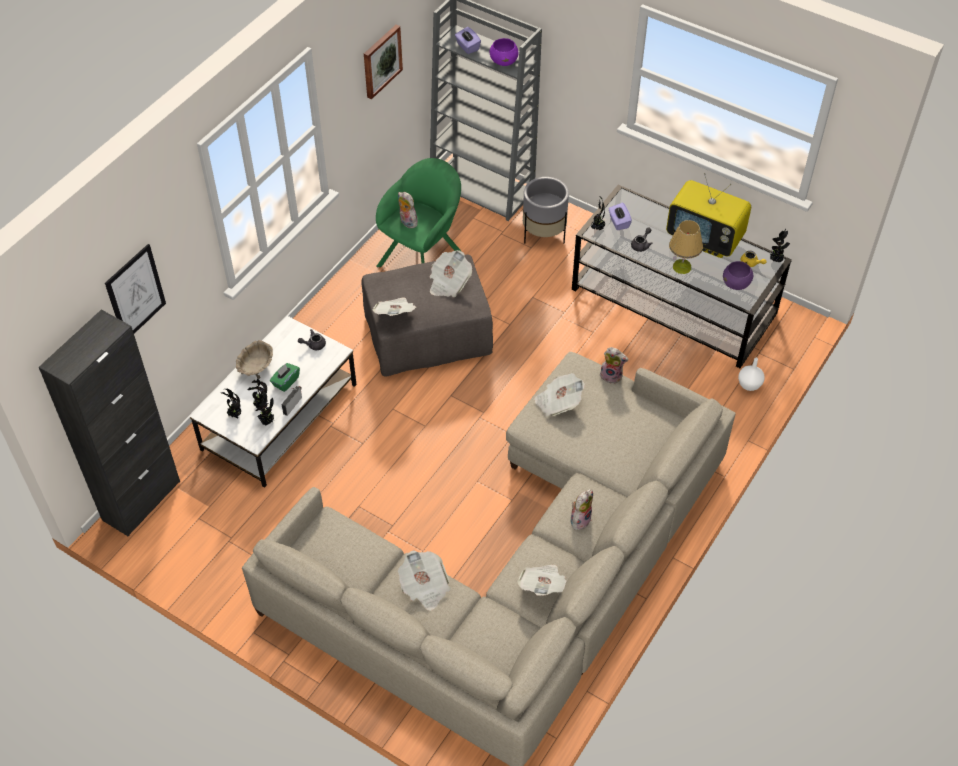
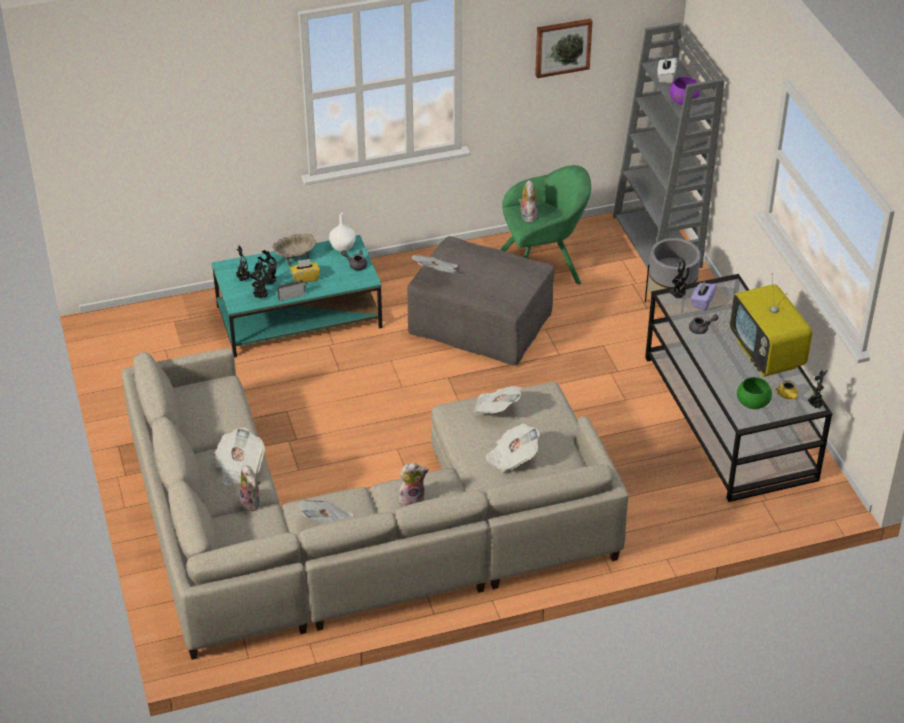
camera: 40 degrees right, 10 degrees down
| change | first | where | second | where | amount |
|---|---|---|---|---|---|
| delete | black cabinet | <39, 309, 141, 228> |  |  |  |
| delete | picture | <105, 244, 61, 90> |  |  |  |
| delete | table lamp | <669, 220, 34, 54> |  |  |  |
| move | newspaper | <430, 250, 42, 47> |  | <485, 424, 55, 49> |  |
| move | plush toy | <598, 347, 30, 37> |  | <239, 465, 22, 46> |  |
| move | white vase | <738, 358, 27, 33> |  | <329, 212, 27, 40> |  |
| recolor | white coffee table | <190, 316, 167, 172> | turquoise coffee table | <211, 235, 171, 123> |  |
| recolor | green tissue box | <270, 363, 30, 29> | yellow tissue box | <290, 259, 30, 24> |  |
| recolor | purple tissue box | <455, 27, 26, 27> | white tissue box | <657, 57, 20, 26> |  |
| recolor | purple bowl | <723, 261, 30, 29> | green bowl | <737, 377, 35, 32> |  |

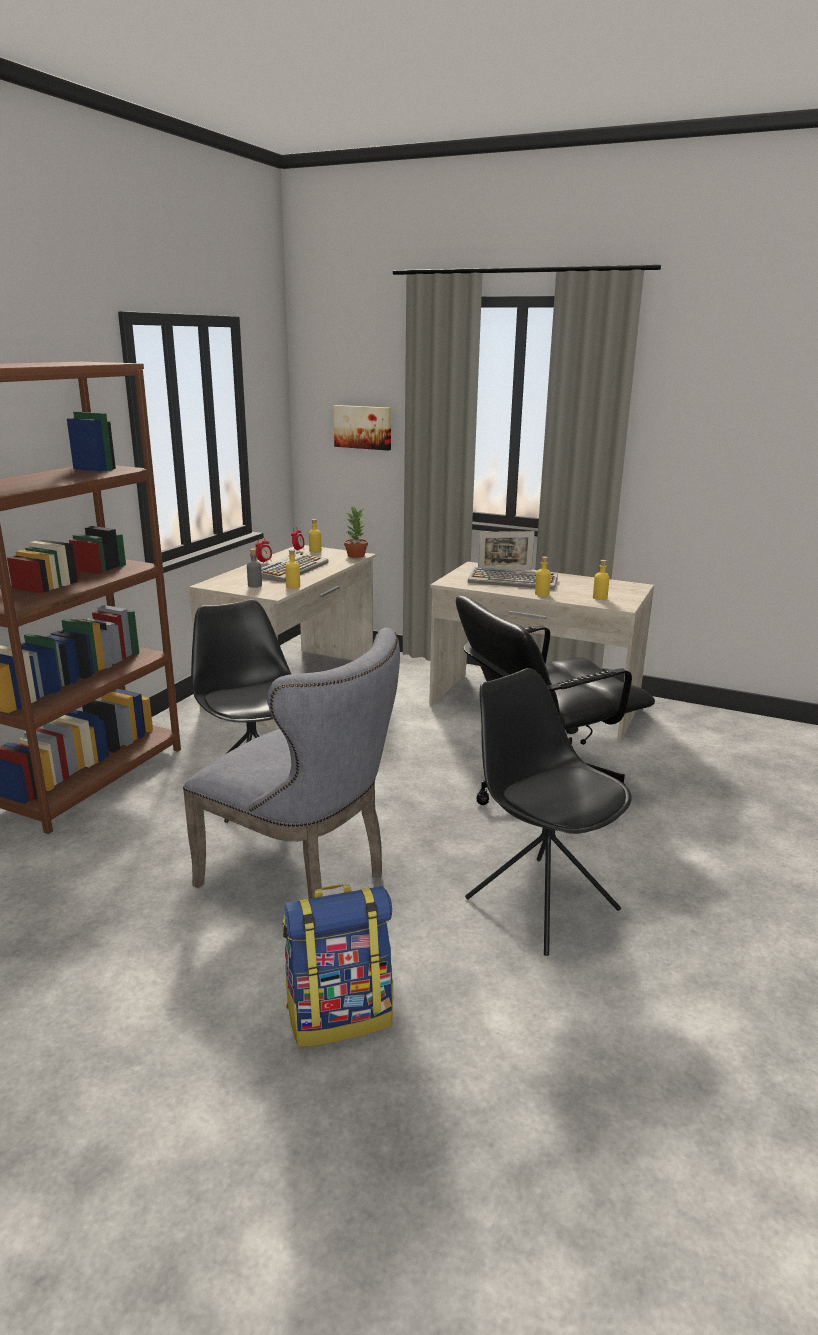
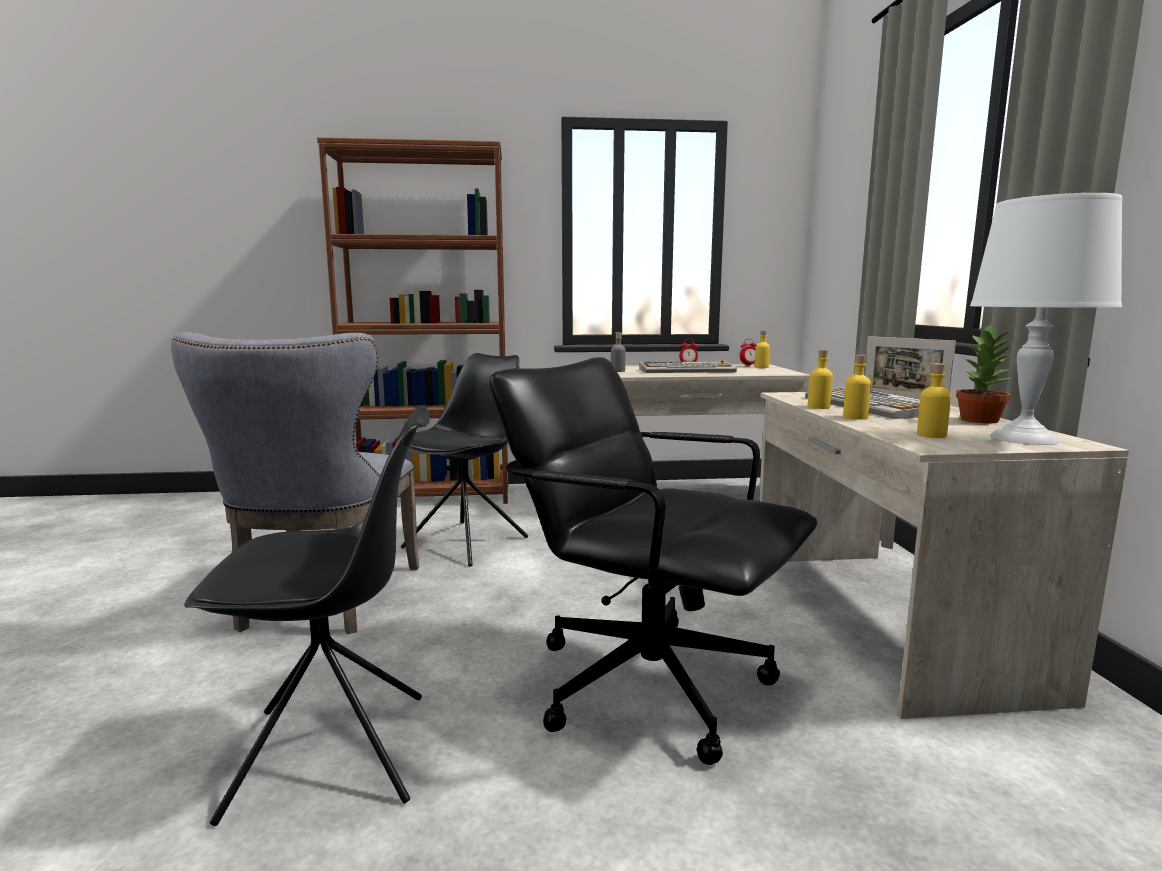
camera: 60 degrees right, 10 degrees down
| change | first | where | second | where | amount |
|---|---|---|---|---|---|
| delete | backpack | <282, 884, 111, 163> |  |  |  |
| delete | picture | <333, 405, 58, 46> |  |  |  |
| insert |  |  | white table lamp | <970, 193, 153, 252> |  |
| move | yellow bottle | <285, 549, 15, 40> |  | <808, 350, 25, 59> |  |
| move | potted plant | <344, 506, 24, 52> |  | <956, 324, 55, 99> |  |
| rotate | black chair | <465, 668, 167, 288> |  | <184, 406, 246, 420> | 60 degrees clockwise |

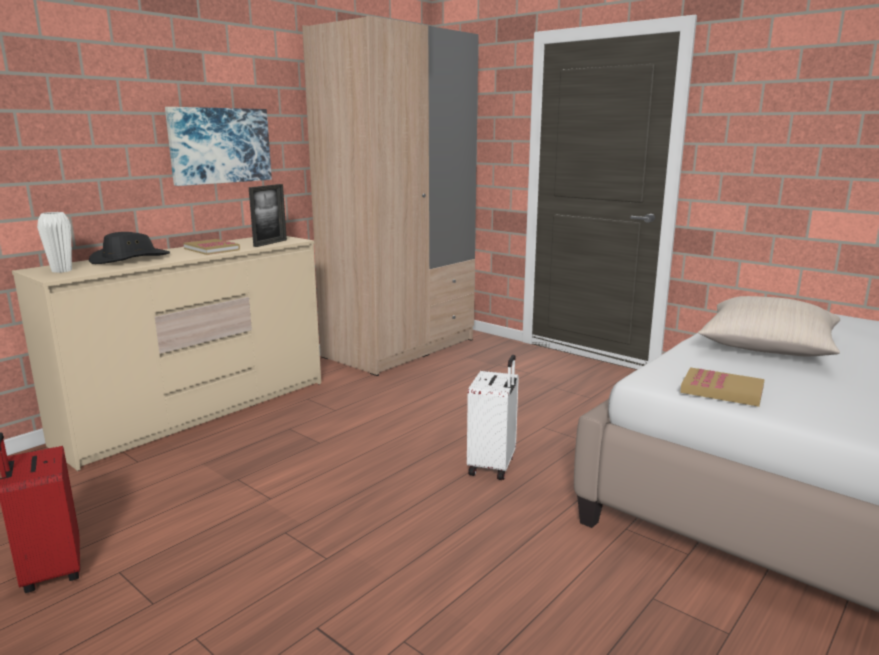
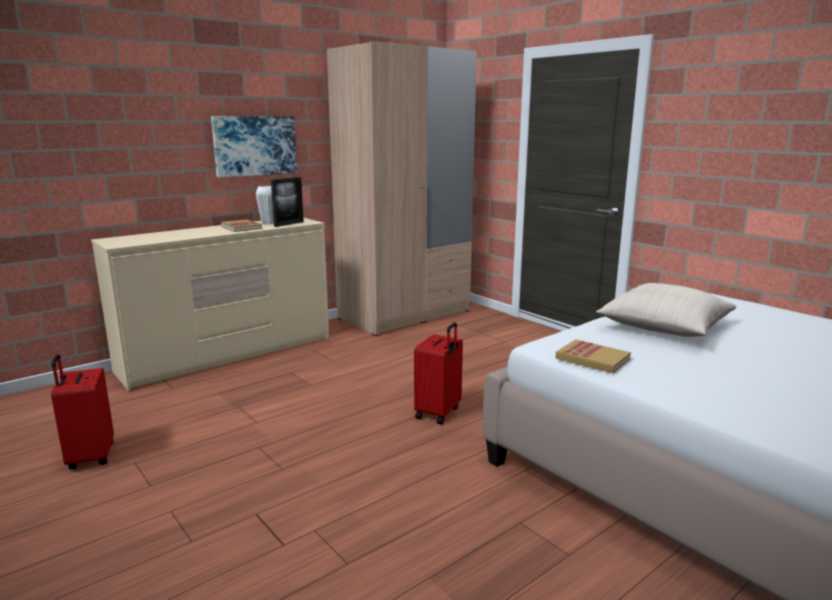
camera: 10 degrees right, 0 degrees up
| change | first | where | second | where | amount |
|---|---|---|---|---|---|
| delete | black hat | <89, 232, 81, 32> |  |  |  |
| move | white vase | <37, 212, 35, 61> |  | <256, 186, 18, 39> |  |
| recolor | white suitcase | <467, 355, 52, 125> | red suitcase | <414, 322, 49, 102> |  |

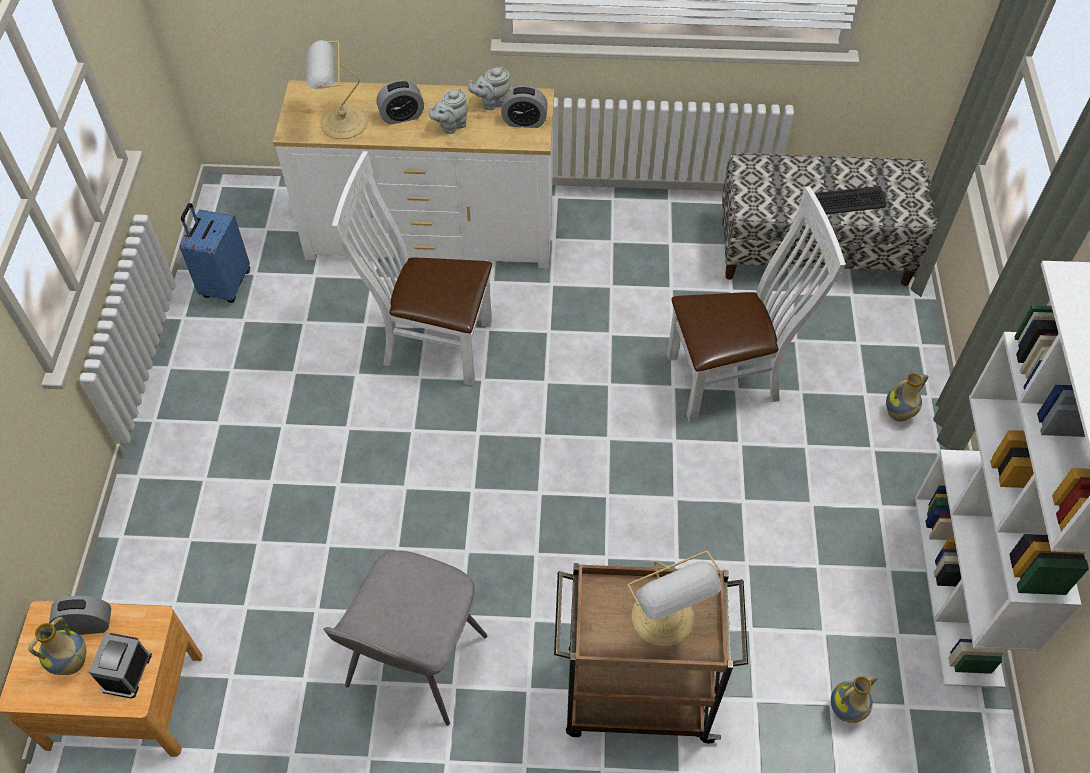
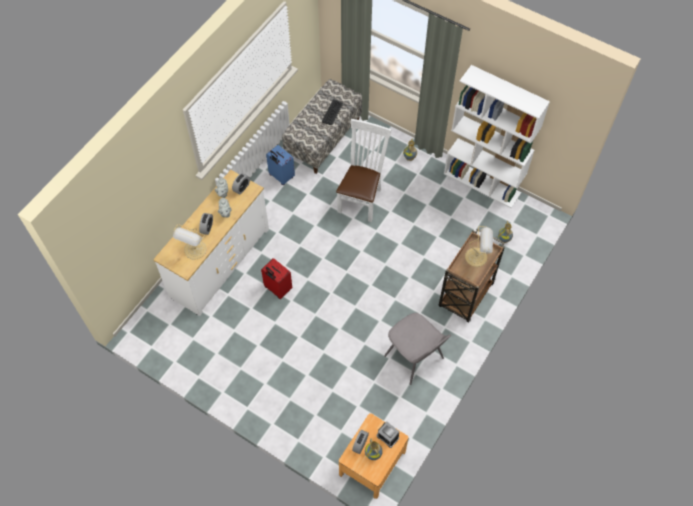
camera: 60 degrees left, 5 degrees up
| change | first | where | second | where | amount |
|---|---|---|---|---|---|
| move | blue suitcase | <180, 203, 70, 100> |  | <266, 145, 29, 40> |  |
| replace | white chair | <332, 151, 160, 235> | red suitcase | <261, 258, 31, 41> |  |

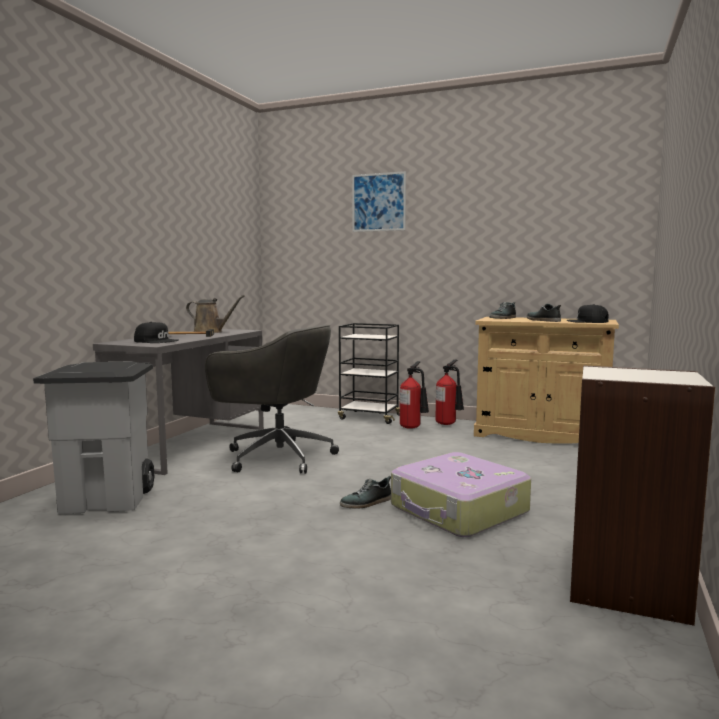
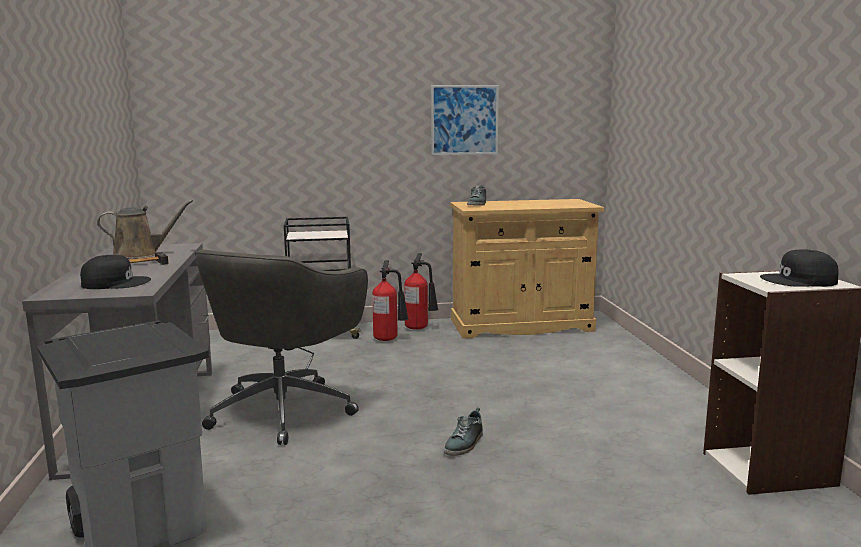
camera: 30 degrees left, 5 degrees up
| change | first | where | second | where | amount |
|---|---|---|---|---|---|
| delete | suitcase | <391, 452, 140, 85> |  |  |  |
| delete | shoe | <527, 304, 34, 18> |  |  |  |
| move | picture | <352, 171, 54, 61> |  | <431, 85, 68, 70> |  |
| move | black cap | <567, 304, 42, 19> |  | <760, 249, 79, 38> |  |
| rotate | grey office chair | <205, 324, 134, 150> |  | <195, 250, 173, 195> | 120 degrees clockwise |

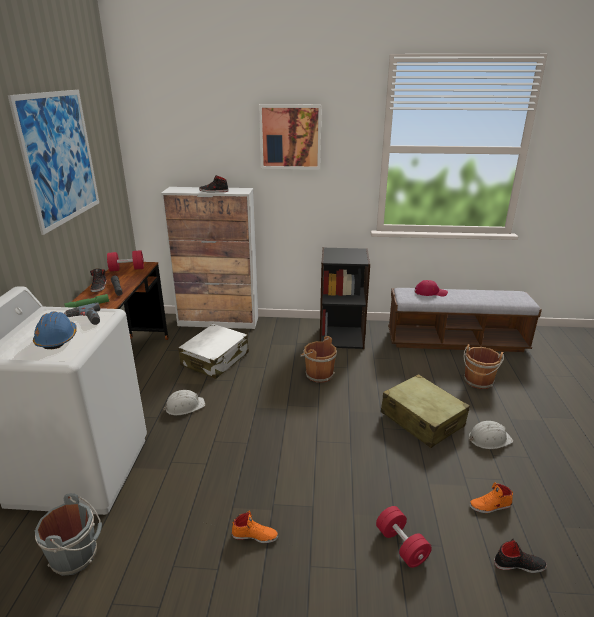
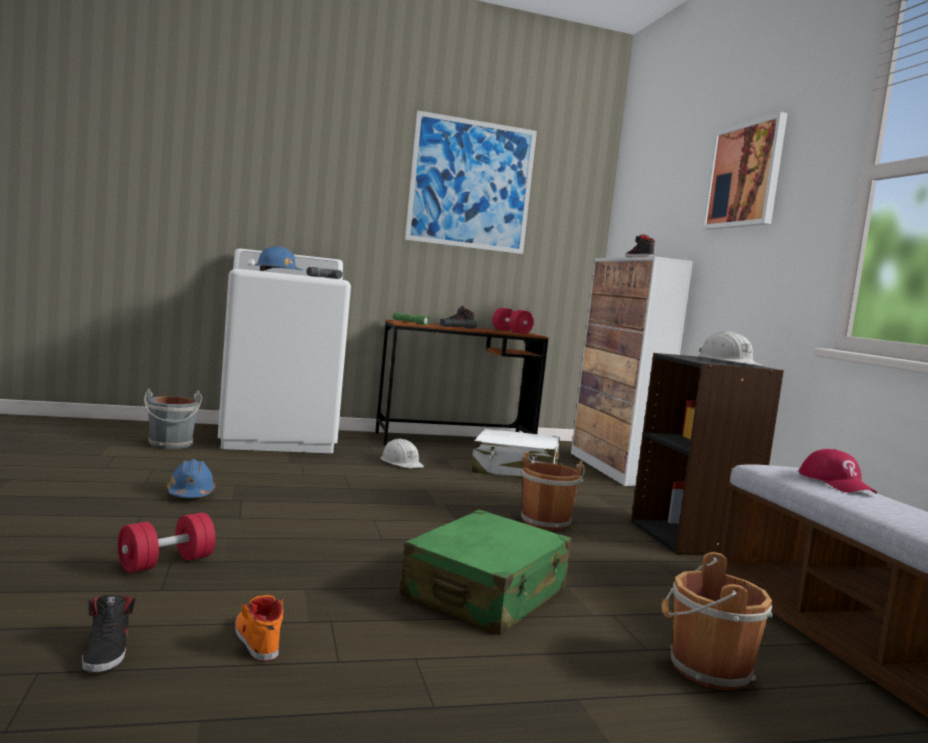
camera: 70 degrees right, 20 degrees down
| change | first | where | second | where | amount |
|---|---|---|---|---|---|
| move | white hard hat | <468, 421, 45, 28> |  | <698, 331, 64, 34> |  |
| replace | orange shoe | <232, 511, 46, 32> | blue hard hat | <167, 459, 49, 39> |  |
| recolor | beige suitcase | <381, 374, 89, 74> | green suitcase | <400, 510, 172, 125> |  |

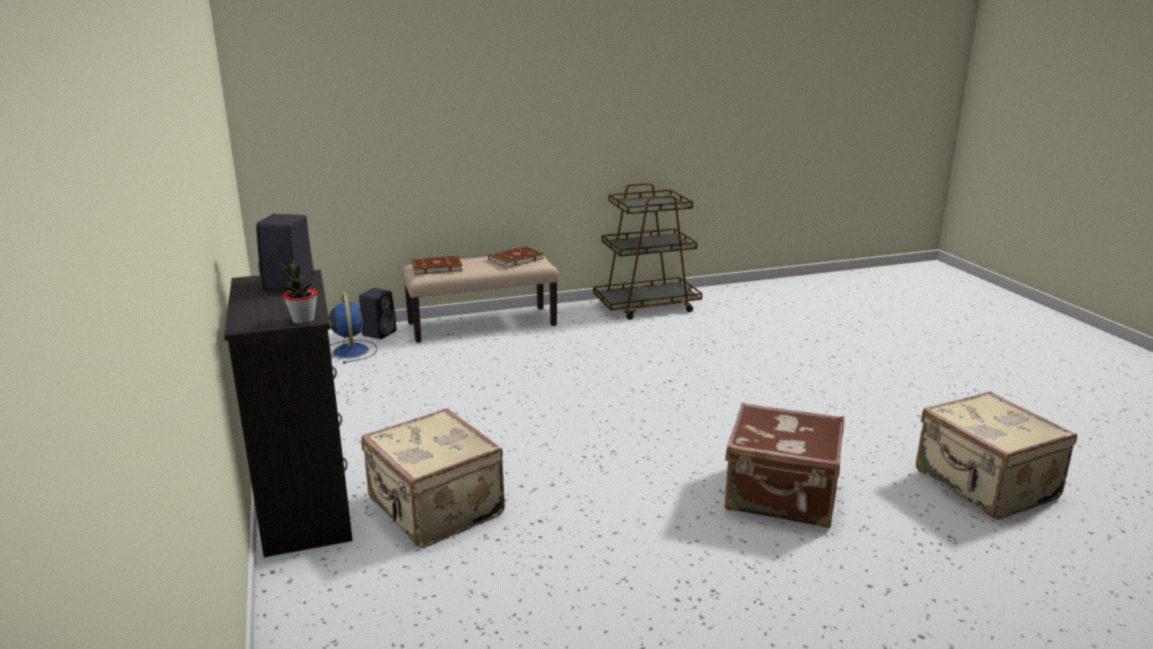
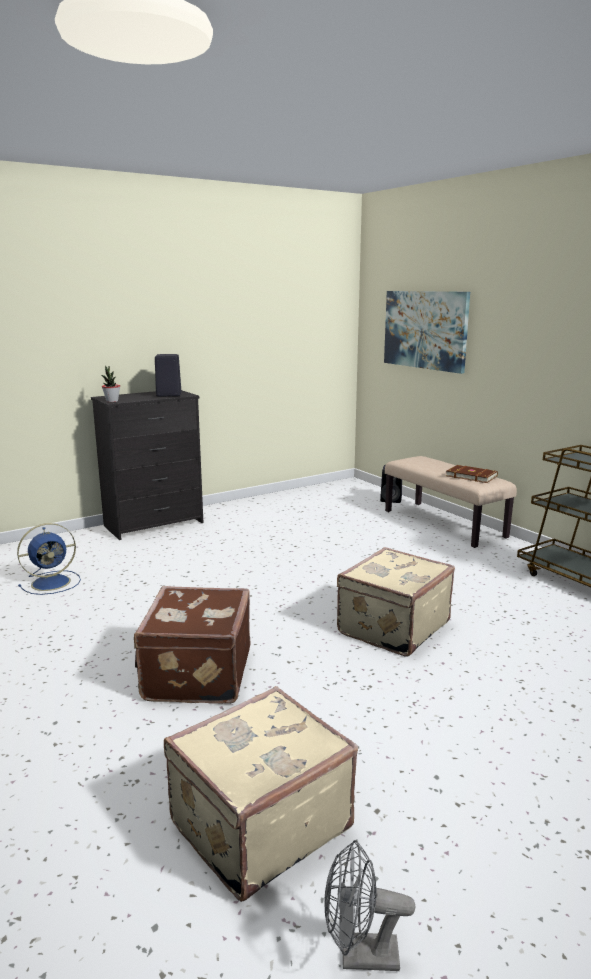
camera: 75 degrees right, 5 degrees down
| change | first | where | second | where | amount |
|---|---|---|---|---|---|
| delete | brown book | <412, 256, 50, 19> |  |  |  |
| insert |  |  | grey fan | <324, 840, 91, 131> |  |
| insert |  |  | picture | <384, 291, 86, 83> |  |
| move | blue fan | <329, 292, 48, 72> |  | <17, 523, 64, 72> |  |
| move | beige suitcase | <361, 408, 144, 140> |  | <337, 547, 118, 109> |  |

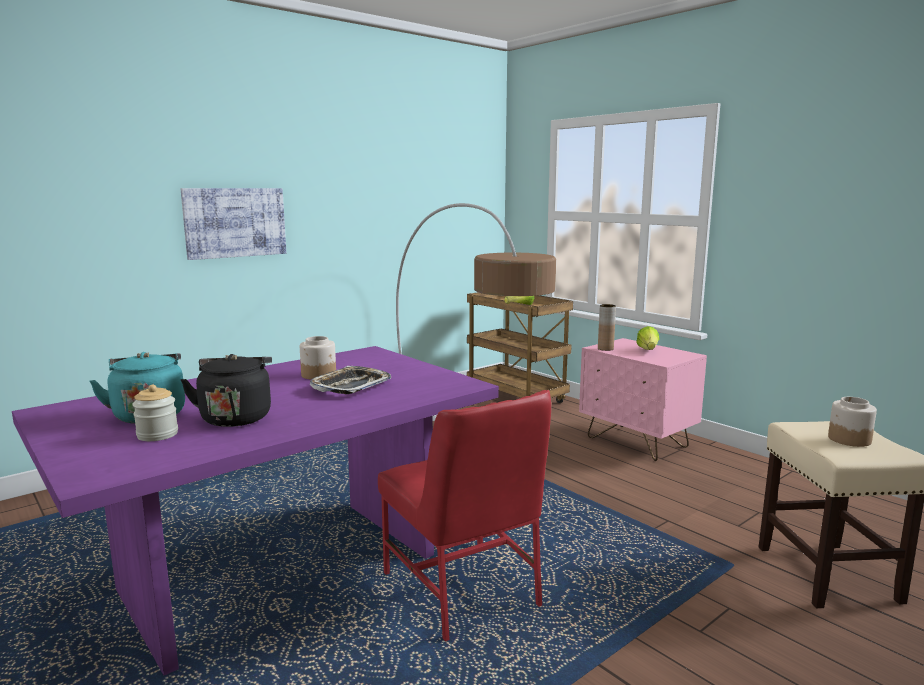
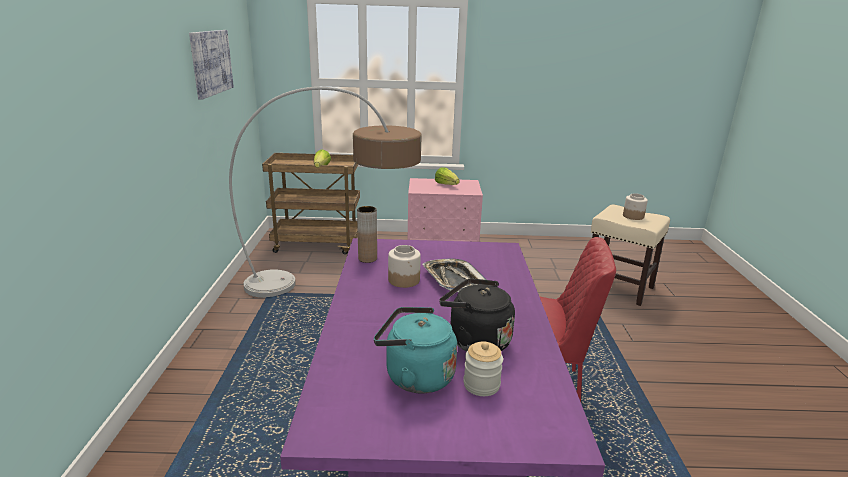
camera: 50 degrees left, 10 degrees up
| change | first | where | second | where | amount |
|---|---|---|---|---|---|
| move | picture | <181, 188, 105, 72> |  | <189, 30, 45, 70> |  |
| move | brown vase | <598, 304, 18, 47> |  | <357, 206, 20, 57> |  |

